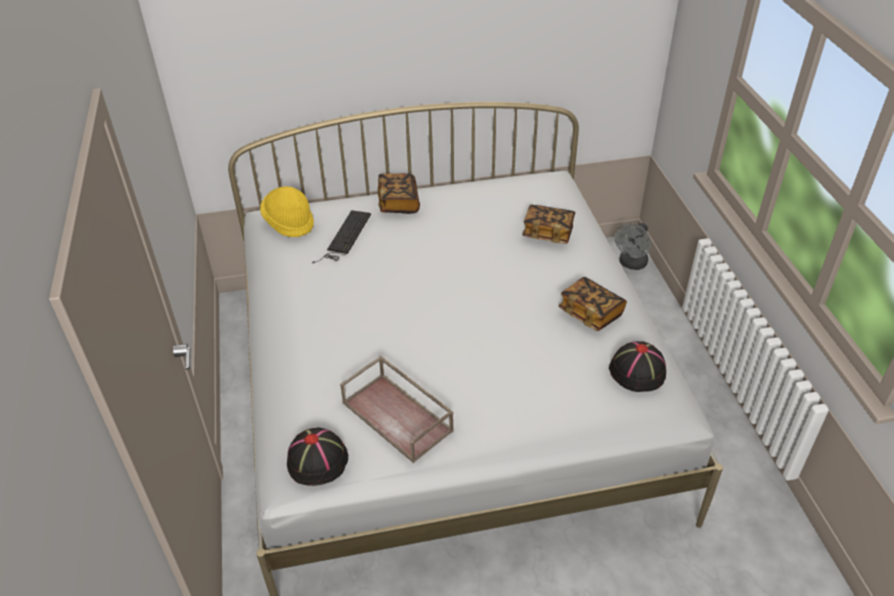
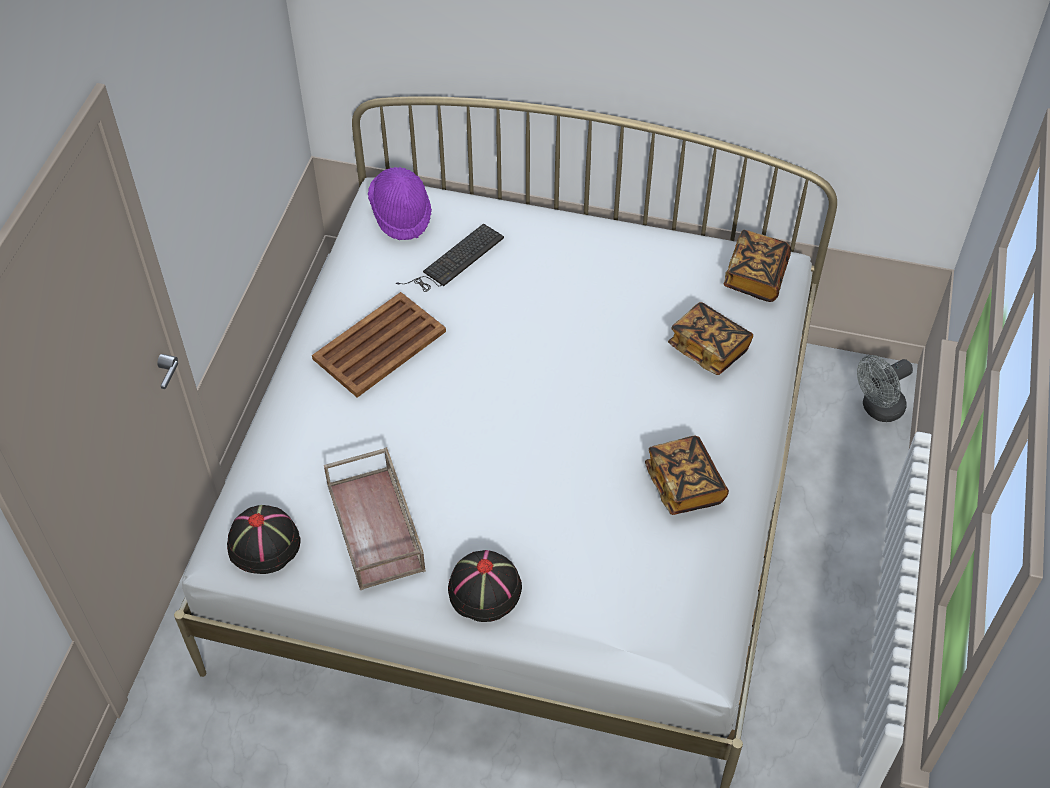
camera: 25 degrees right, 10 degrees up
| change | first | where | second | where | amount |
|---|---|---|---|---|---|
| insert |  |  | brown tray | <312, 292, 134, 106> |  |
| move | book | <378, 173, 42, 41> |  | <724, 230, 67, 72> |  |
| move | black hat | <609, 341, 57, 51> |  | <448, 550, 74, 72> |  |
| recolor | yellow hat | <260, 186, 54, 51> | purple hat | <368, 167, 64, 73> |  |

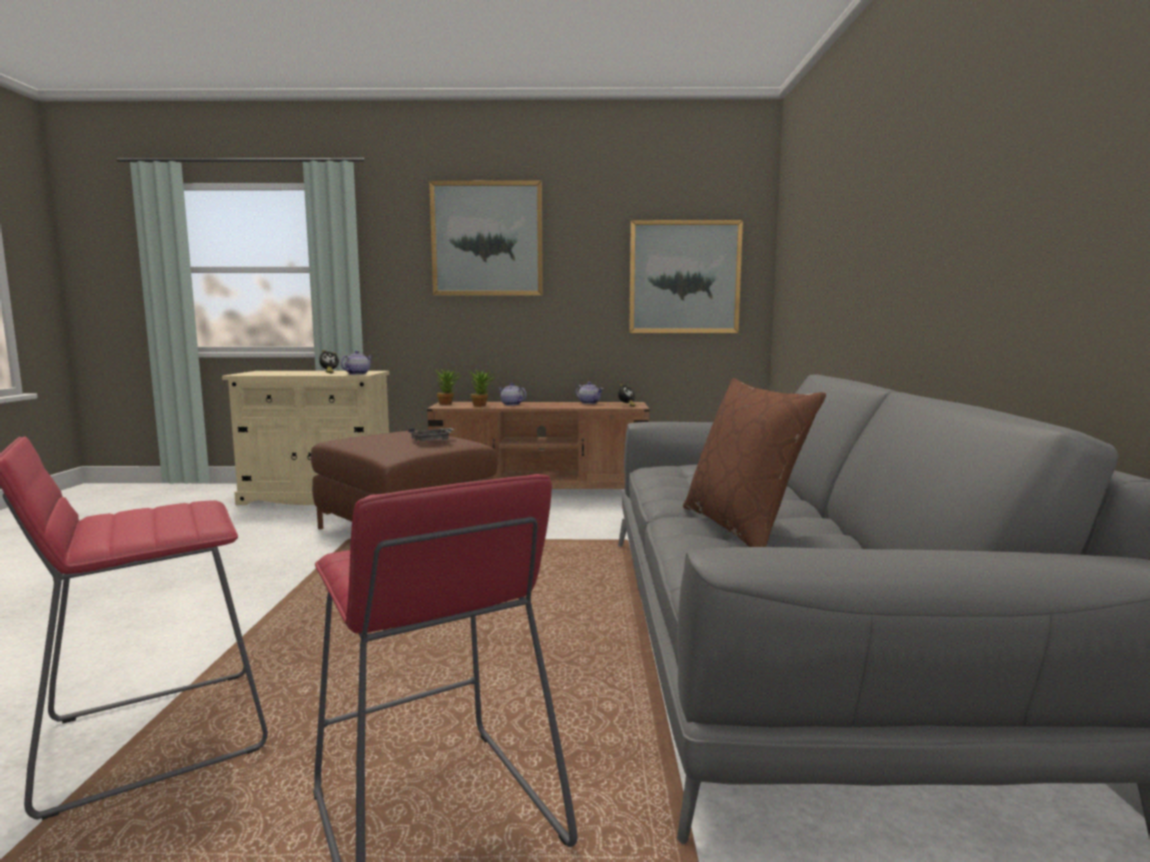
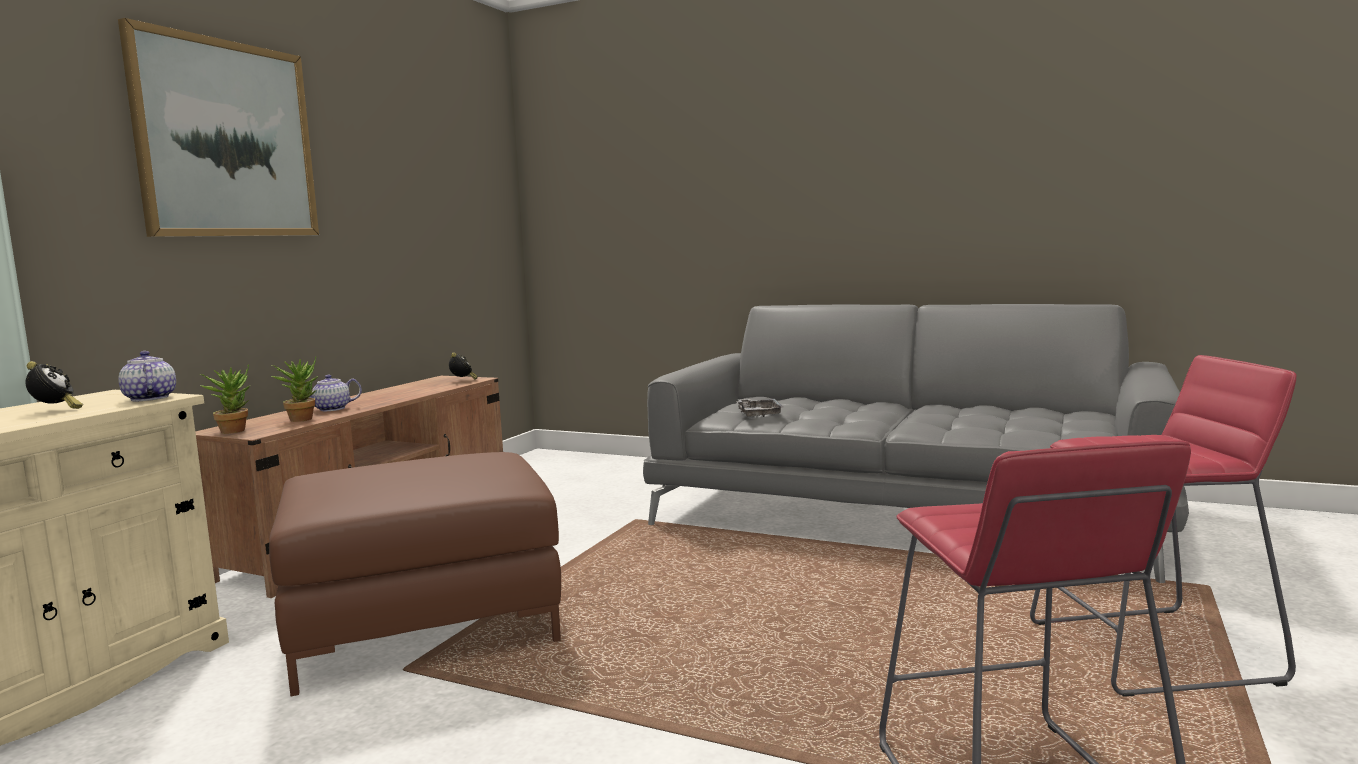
camera: 65 degrees left, 0 degrees up
| change | first | where | second | where | amount |
|---|---|---|---|---|---|
| delete | teapot | <576, 382, 27, 22> |  |  |  |
| delete | picture | <629, 220, 114, 113> |  |  |  |
| delete | brown pillow | <683, 378, 143, 169> |  |  |  |
| move | grey tray | <409, 428, 46, 13> |  | <736, 399, 47, 18> |  |

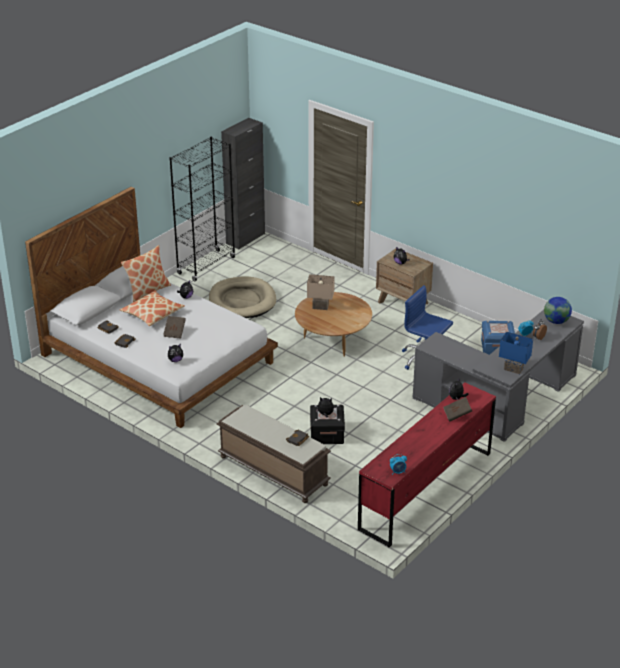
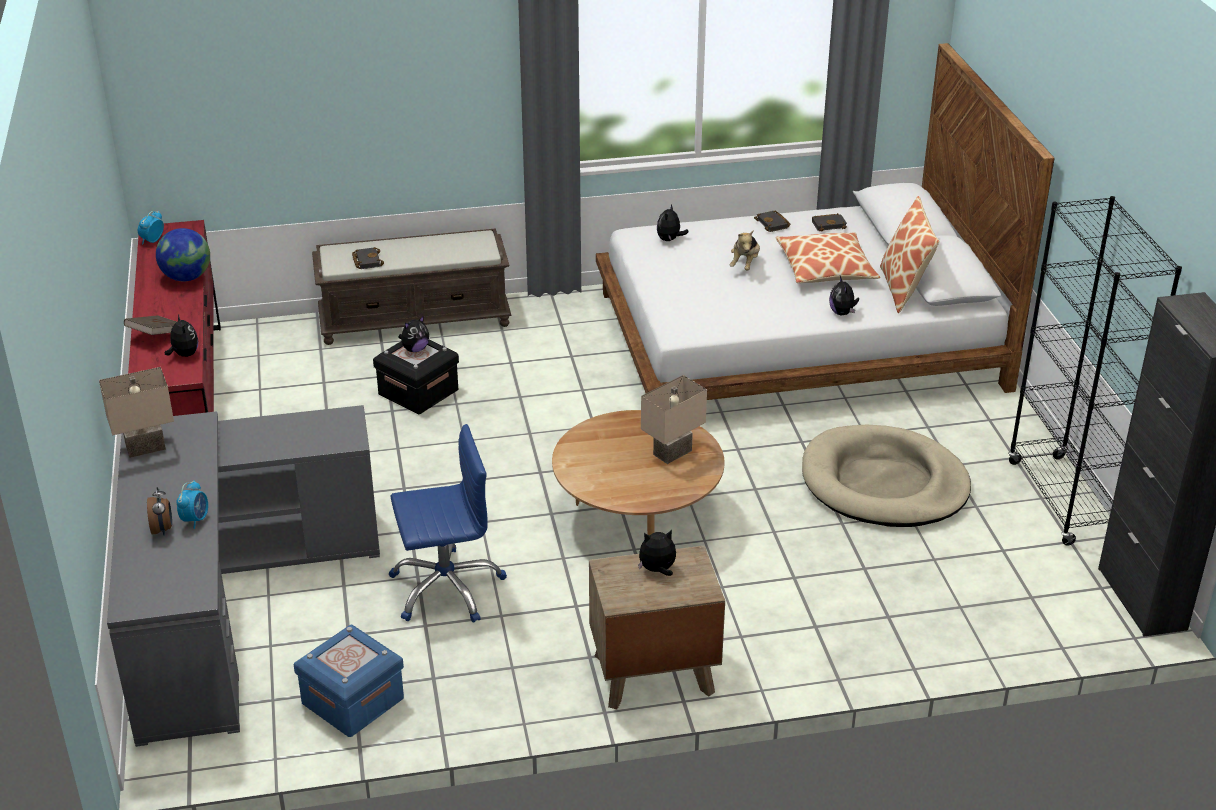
camera: 130 degrees right, 0 degrees up
| change | first | where | second | where | amount |
|---|---|---|---|---|---|
| move | globe | <544, 297, 28, 27> |  | <156, 228, 54, 53> |  |
| replace | brown book | <163, 316, 23, 23> | plush toy | <729, 230, 31, 41> |  |
| recolor | blue table lamp | <499, 332, 34, 42> | beige table lamp | <99, 367, 75, 91> |  |

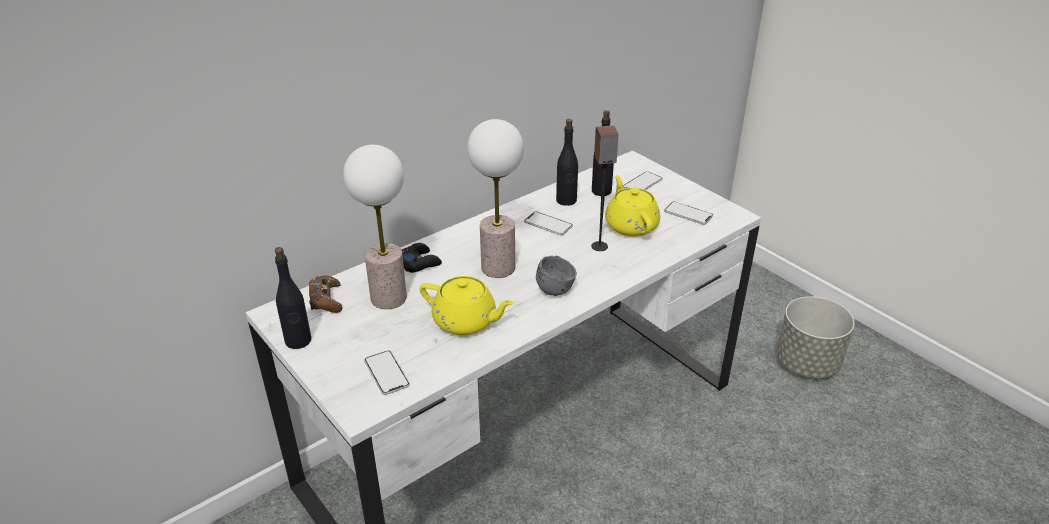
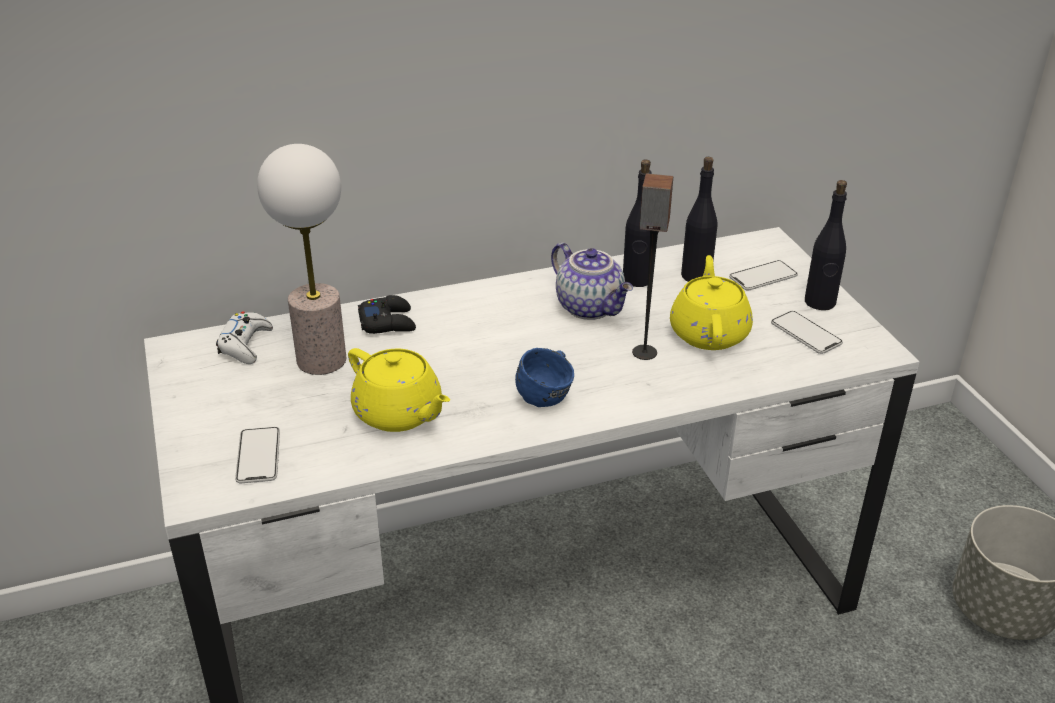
camera: 20 degrees right, 0 degrees up
| change | first | where | second | where | amount |
|---|---|---|---|---|---|
| delete | table lamp | <467, 119, 57, 159> |  |  |  |
| move | black bottle | <275, 247, 36, 102> |  | <805, 180, 42, 130> |  |
| replace | phone | <524, 212, 49, 23> | teapot | <551, 243, 82, 77> |  |
| recolor | brown game controller | <309, 275, 34, 38> | white game controller | <216, 311, 57, 53> |  |
| recolor | grey mug | <536, 256, 41, 40> | blue mug | <515, 348, 59, 59> |  |

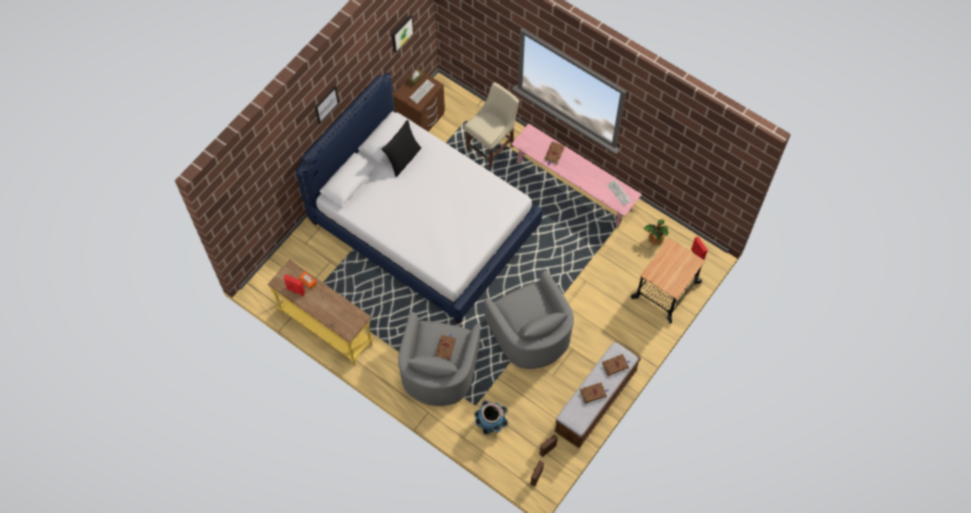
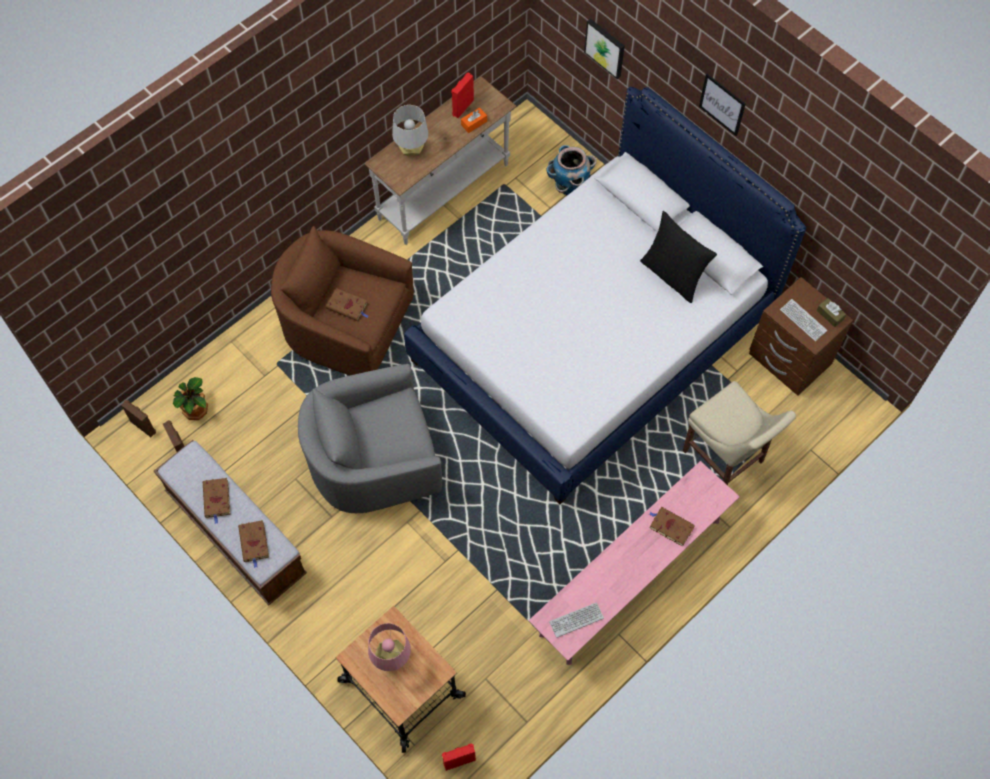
camera: 100 degrees right, 0 degrees up
| change | first | where | second | where | amount |
|---|---|---|---|---|---|
| insert |  |  | pink table lamp | <368, 623, 43, 48> |  |
| insert |  |  | grey table lamp | <392, 105, 37, 51> |  |
| move | picture | <392, 15, 22, 38> |  | <584, 19, 41, 60> |  |
| move | planter | <474, 399, 35, 36> |  | <546, 145, 51, 50> |  |
| move | potted plant | <643, 219, 26, 26> |  | <173, 377, 35, 43> |  |
| recolor | yellow console table | <267, 260, 106, 106> | white console table | <365, 76, 151, 169> |  |
| recolor | grey armchair | <398, 312, 83, 94> | brown armchair | <271, 226, 143, 150> |  |

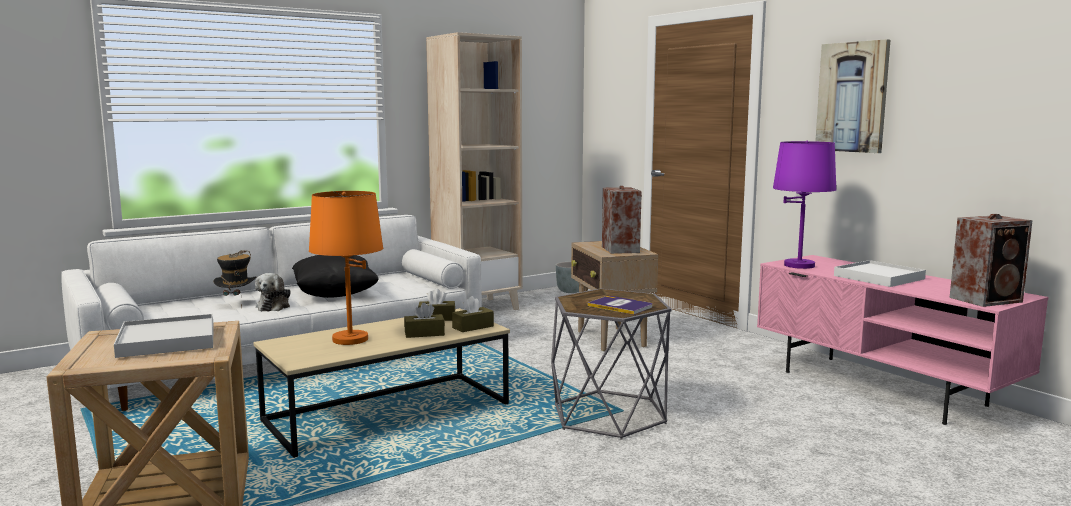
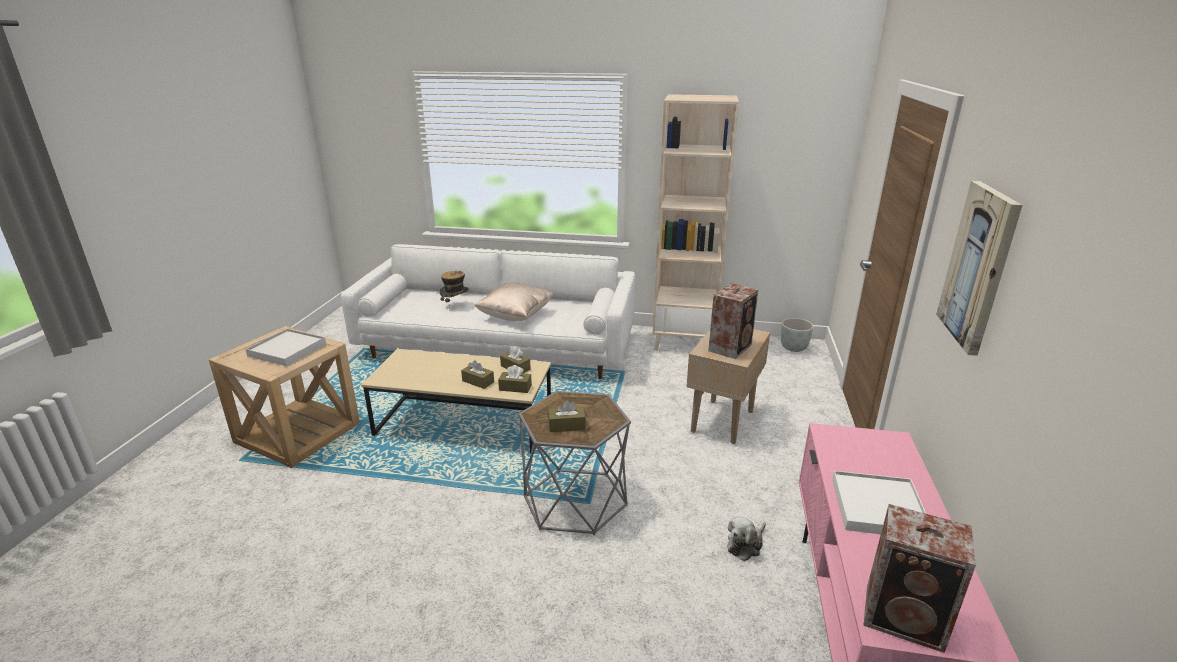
camera: 45 degrees right, 15 degrees up
| change | first | where | second | where | amount |
|---|---|---|---|---|---|
| delete | orange table lamp | <309, 191, 74, 154> |  |  |  |
| delete | purple table lamp | <773, 141, 63, 128> |  |  |  |
| move | plush toy | <255, 273, 36, 39> |  | <727, 516, 39, 45> |  |
| replace | book | <588, 296, 64, 19> | brown tissue box | <548, 400, 38, 32> |  |
| recolor | black pillow | <292, 255, 87, 43> | beige pillow | <474, 283, 80, 38> |  |

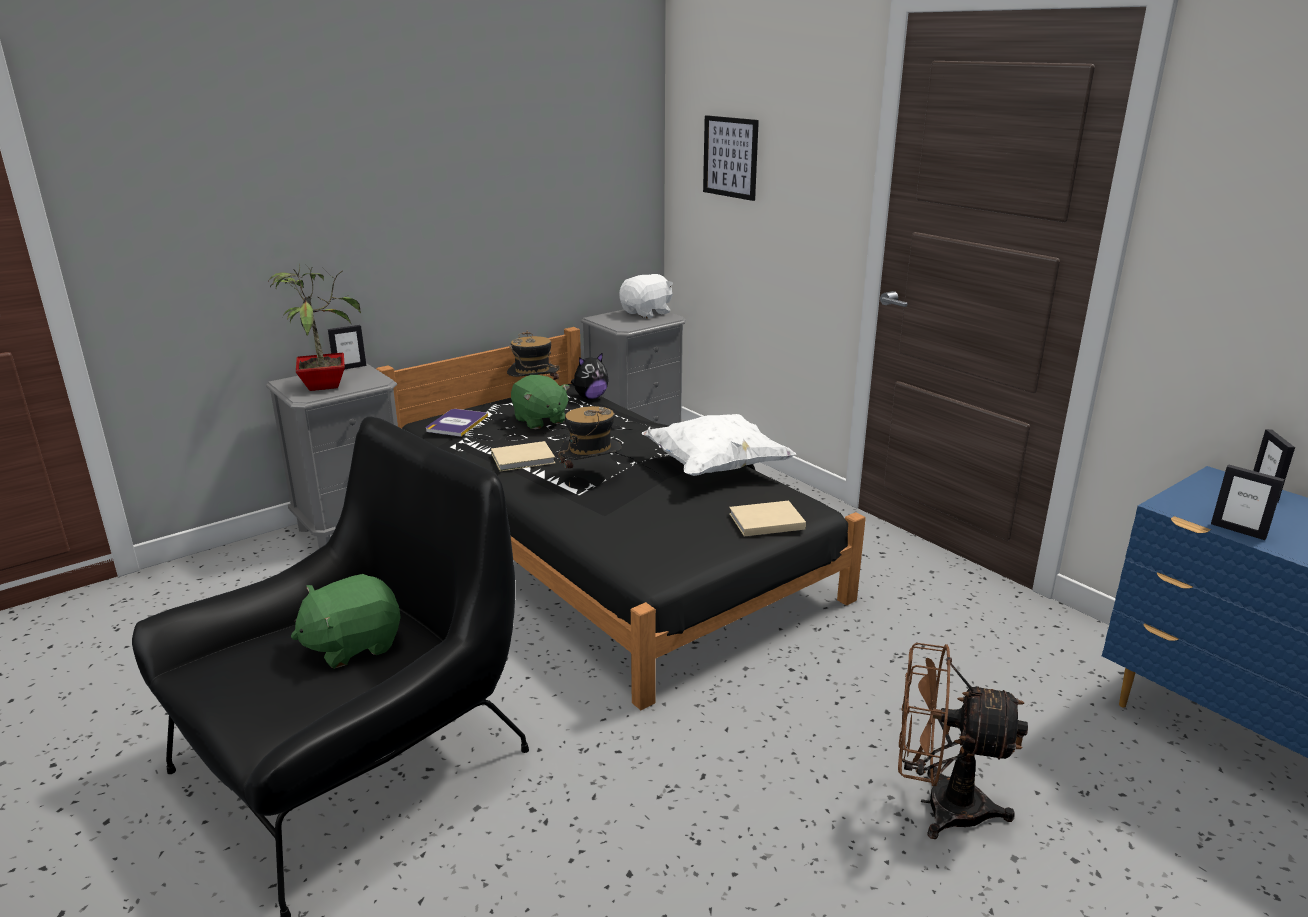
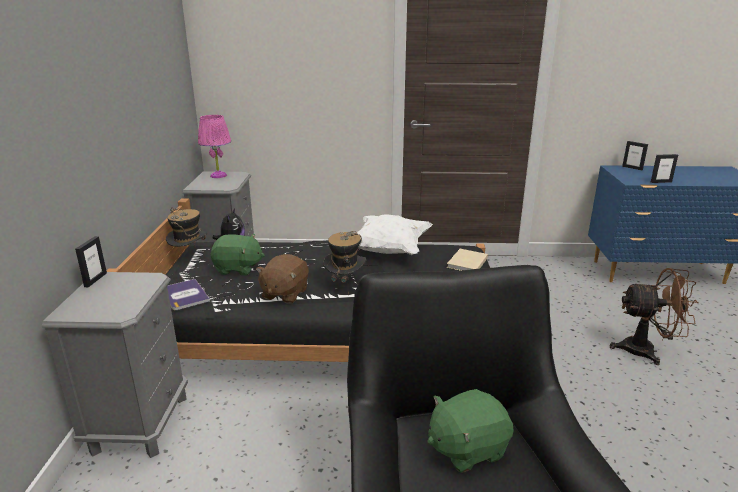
camera: 50 degrees left, 0 degrees up
| change | first | where | second | where | amount |
|---|---|---|---|---|---|
| delete | potted plant | <268, 264, 93, 127> |  |  |  |
| delete | picture | <703, 115, 56, 86> |  |  |  |
| replace | beige book | <491, 441, 64, 31> | brown plush toy | <256, 254, 53, 50> |  |
| replace | white plush toy | <619, 274, 54, 44> | pink table lamp | <198, 115, 33, 63> |  |
| rotate | green plush toy | <291, 574, 110, 95> |  | <427, 389, 87, 84> | 60 degrees clockwise |
| rotate | brown fan | <898, 643, 130, 196> |  | <610, 268, 89, 97> | 135 degrees counterclockwise |

